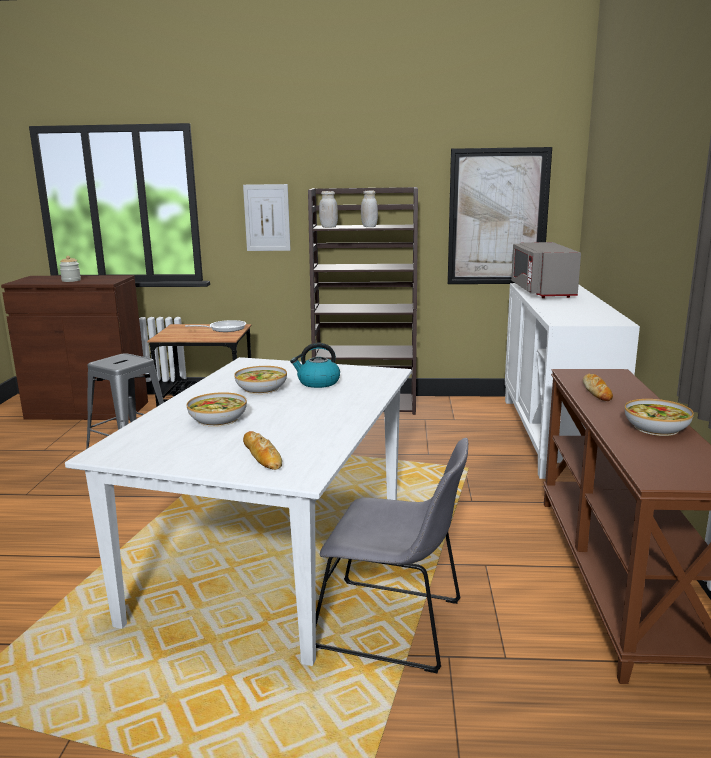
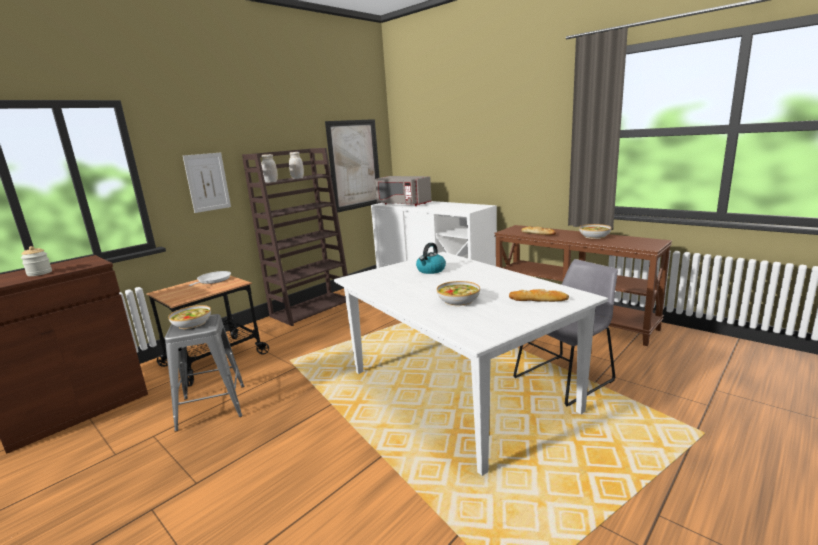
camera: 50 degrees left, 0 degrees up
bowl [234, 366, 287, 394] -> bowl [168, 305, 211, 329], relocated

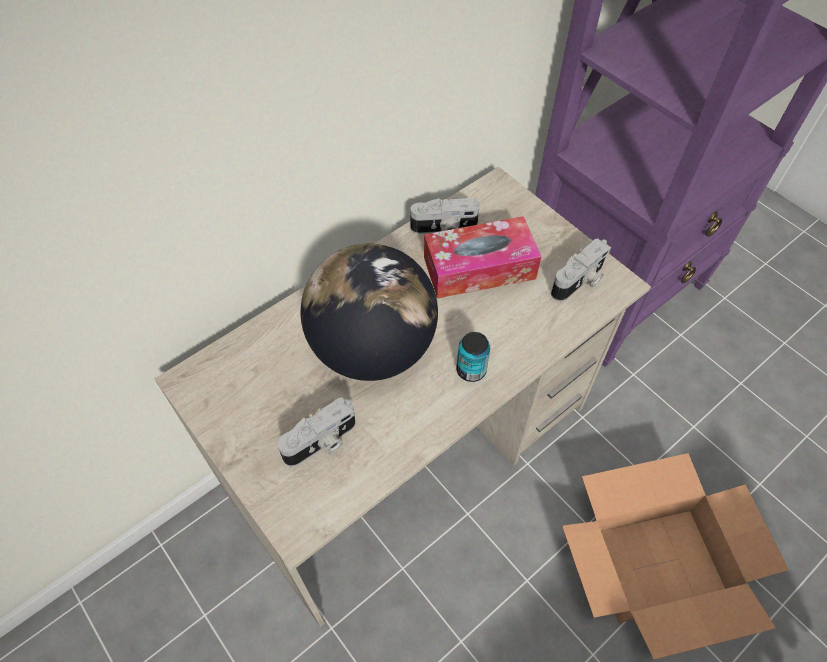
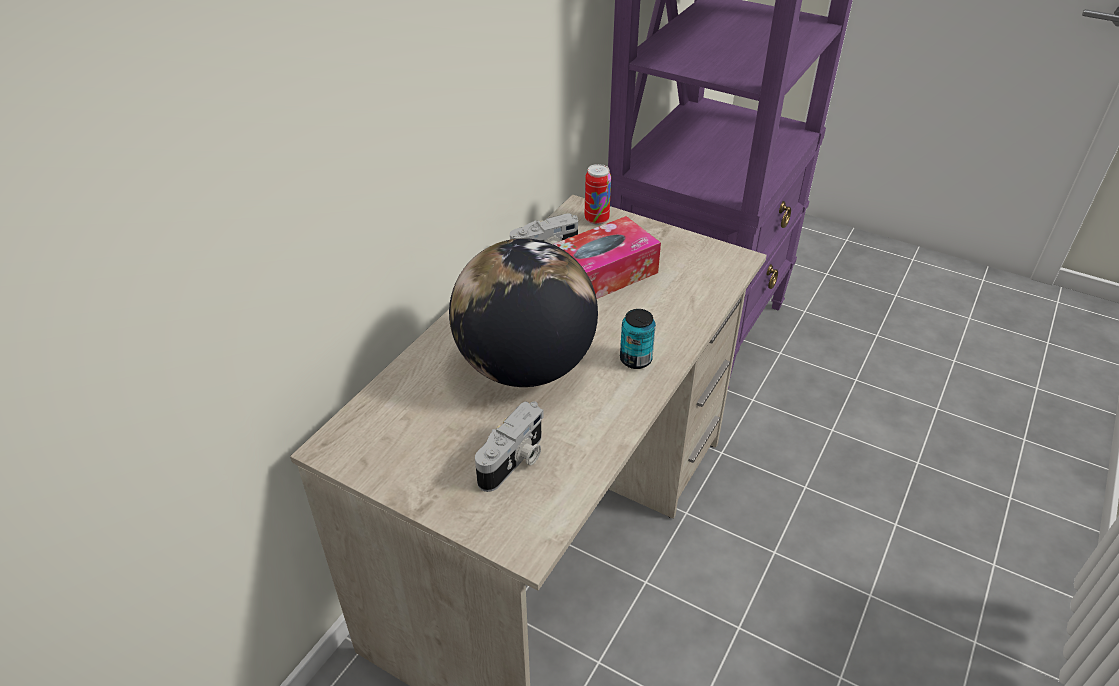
camera: 20 degrees left, 15 degrees down
none -> can [584, 164, 611, 225]
photo camera [551, 238, 611, 301] -> none
cardboard box [562, 453, 789, 659] -> none

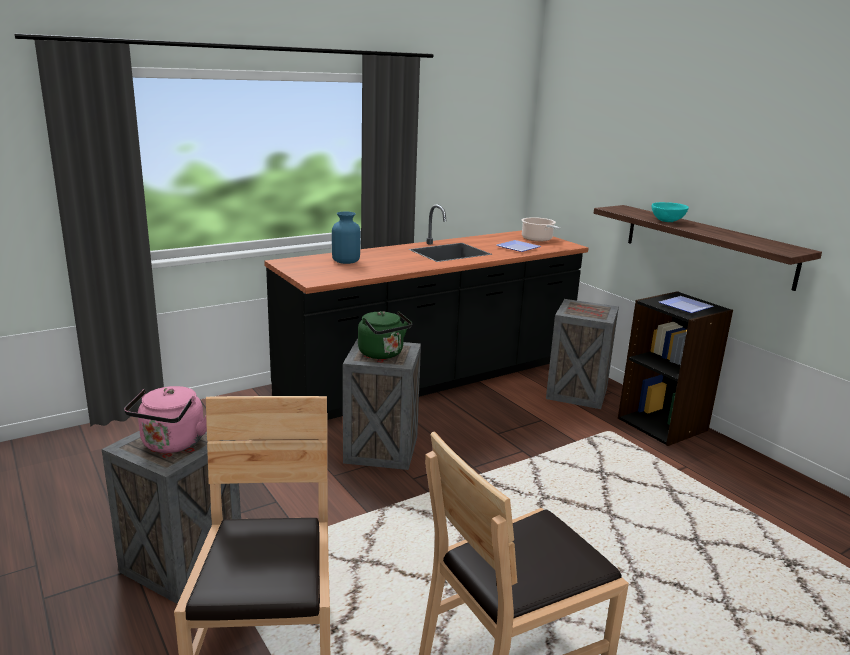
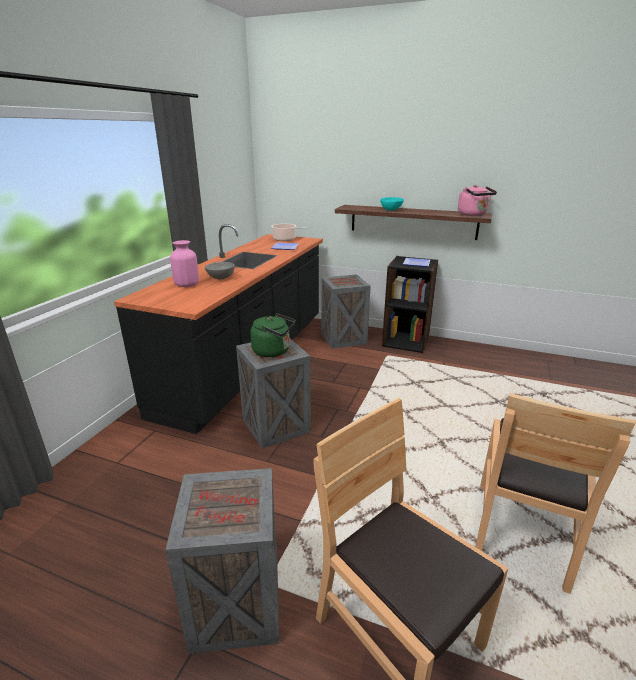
camera: 35 degrees left, 5 degrees up
blue vase [332, 212, 360, 264] -> pink vase [170, 240, 199, 287]
none -> grey bowl [205, 262, 235, 280]
pink kettle [124, 386, 207, 453] -> pink kettle [458, 185, 497, 216], relocated

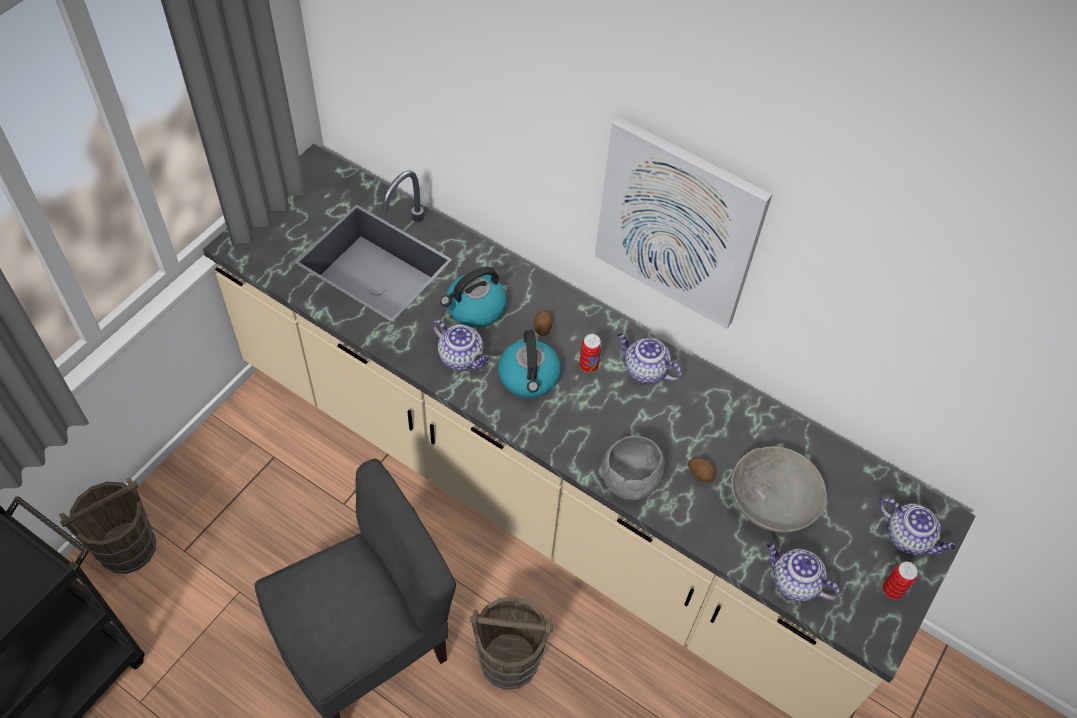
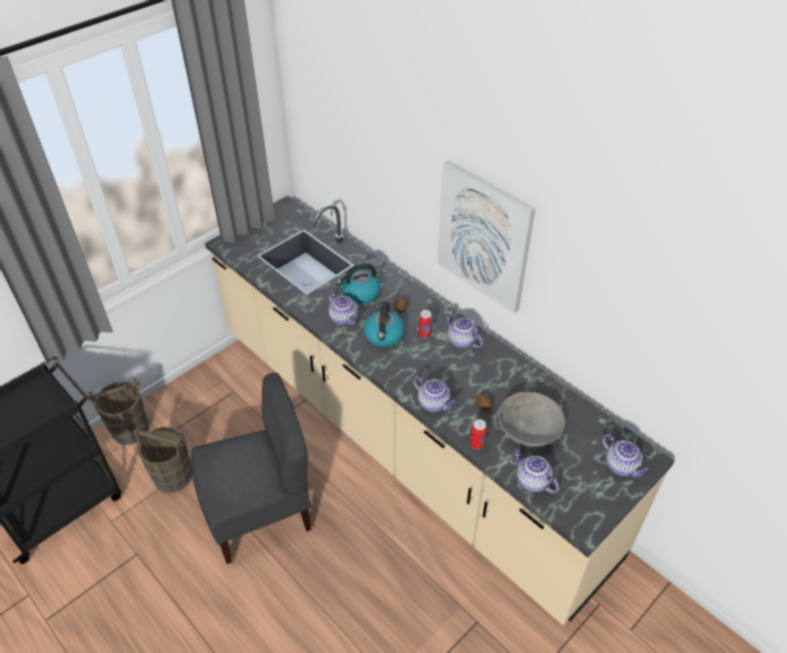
camera: 15 degrees right, 10 degrees down
brown bucket [470, 596, 553, 690] -> brown bucket [133, 425, 192, 493], relocated
grey bowl [598, 436, 665, 500] -> teapot [413, 376, 457, 413]
can [883, 562, 918, 599] -> can [470, 419, 487, 449], relocated

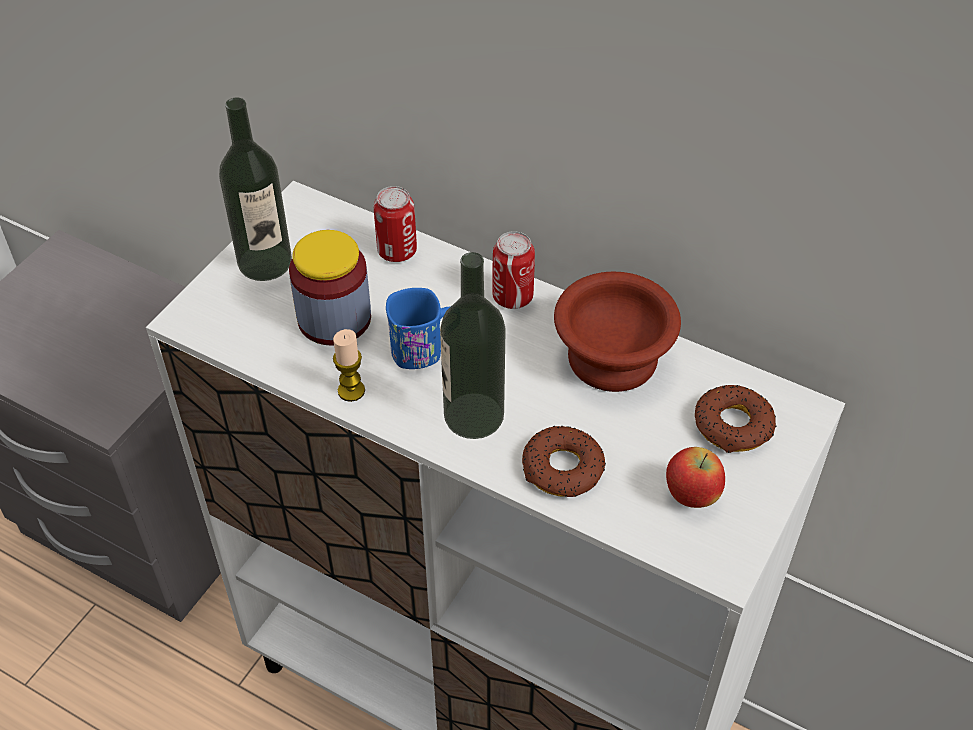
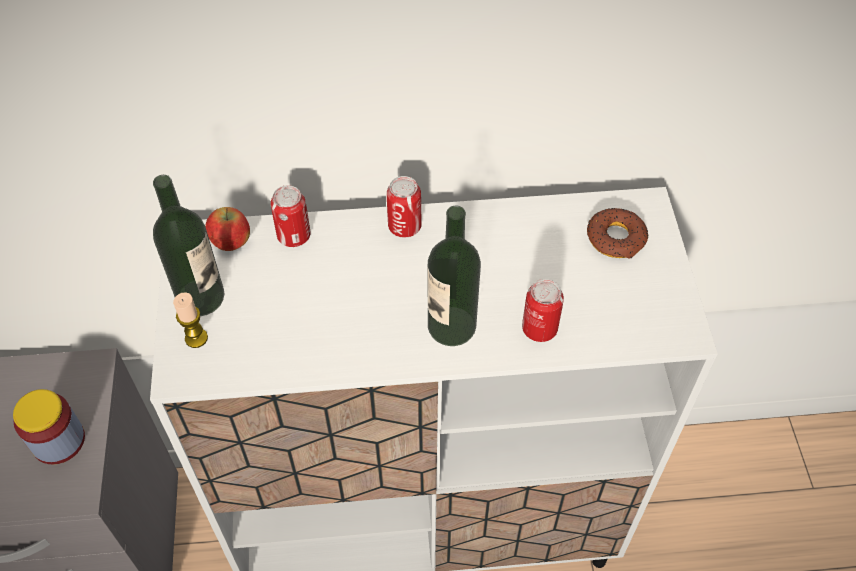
camera: 35 degrees left, 5 degrees up
jar [289, 230, 371, 346] -> jar [13, 389, 85, 464], relocated
candle [333, 329, 365, 402] -> candle [173, 292, 208, 348], relocated
apple [666, 447, 725, 508] -> apple [205, 207, 250, 251], relocated
donut [522, 425, 606, 497] -> can [522, 279, 564, 342]
blue mug [386, 288, 451, 369] -> none
brown bowl [554, 272, 681, 392] -> none

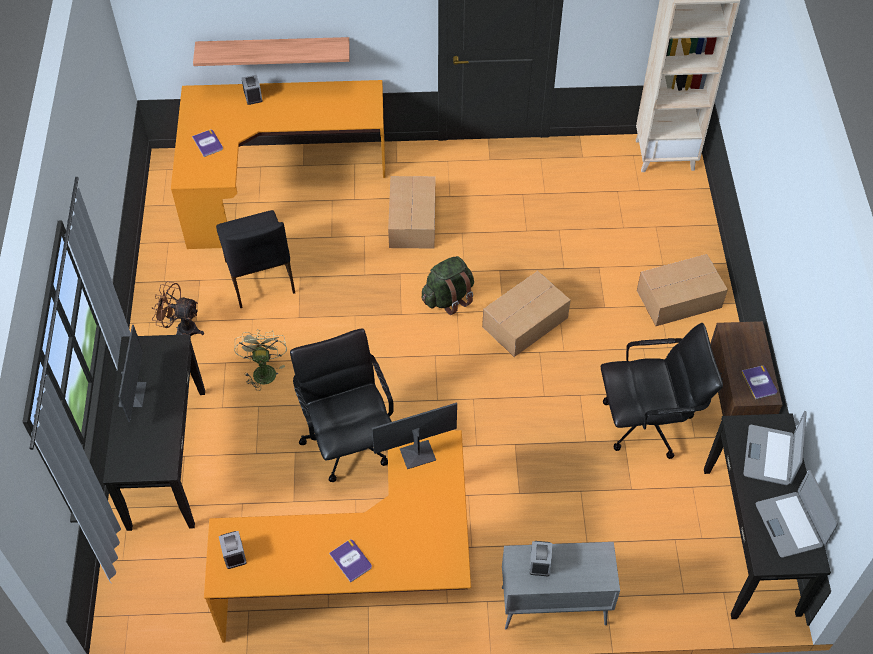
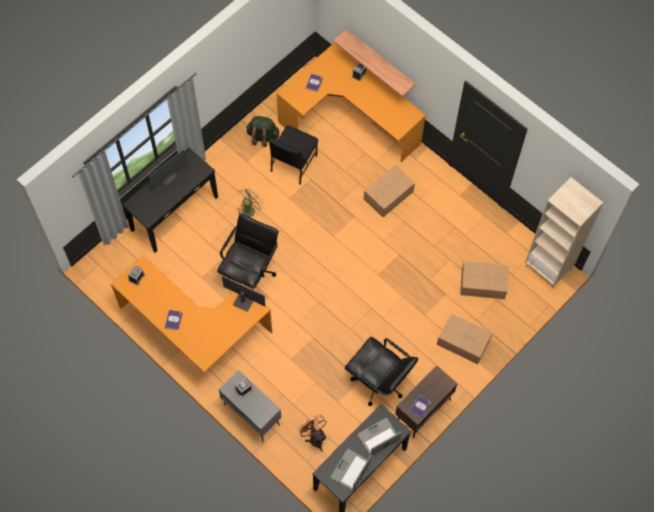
camera: 45 degrees right, 10 degrees up
green backpack [422, 256, 474, 315] -> green backpack [246, 116, 279, 147], relocated
brown fan [152, 281, 204, 336] -> brown fan [298, 416, 327, 451], relocated
cardboard box [482, 271, 571, 357] -> cardboard box [460, 261, 509, 299], relocated

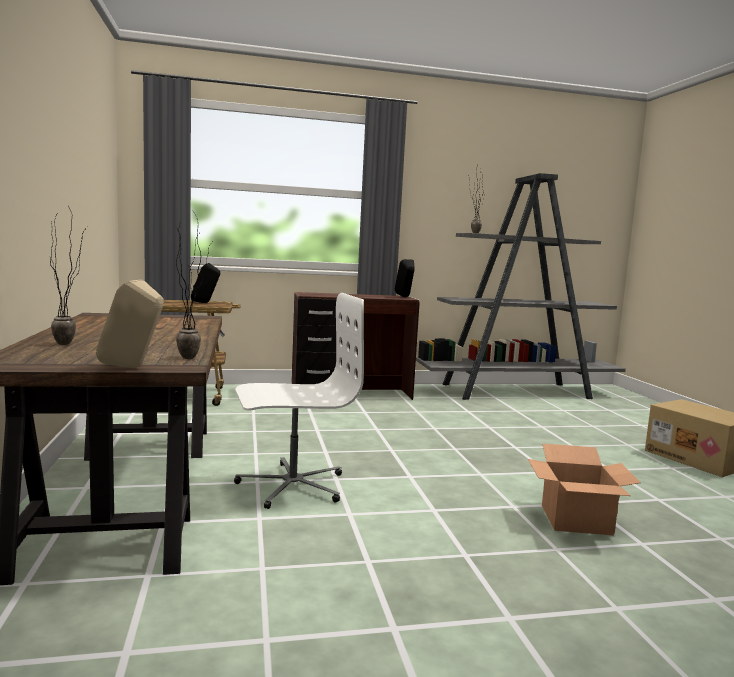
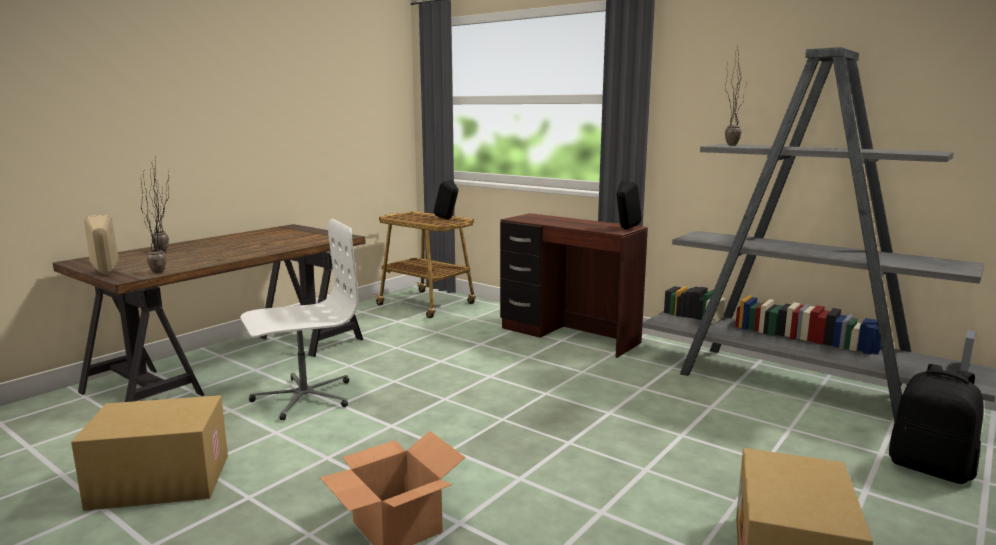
camera: 50 degrees right, 5 degrees up
none -> cardboard box [71, 395, 228, 511]
white office chair [234, 293, 364, 509] -> white office chair [240, 219, 359, 421], 60 degrees counterclockwise
none -> black backpack [889, 364, 984, 484]

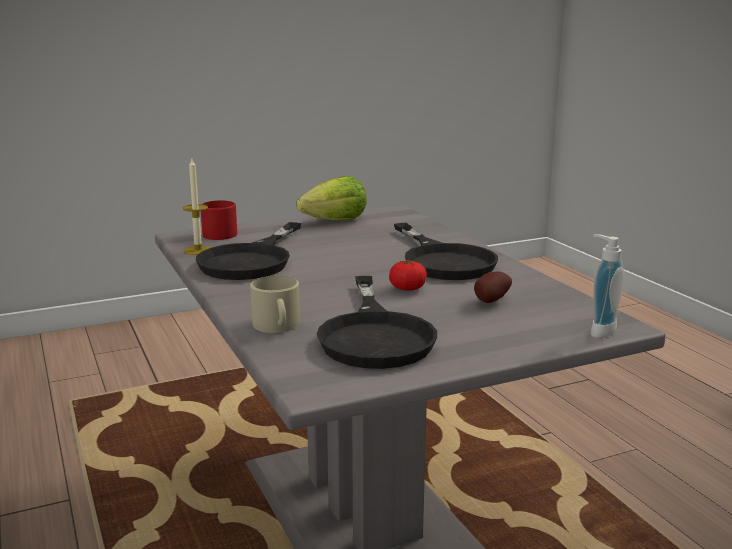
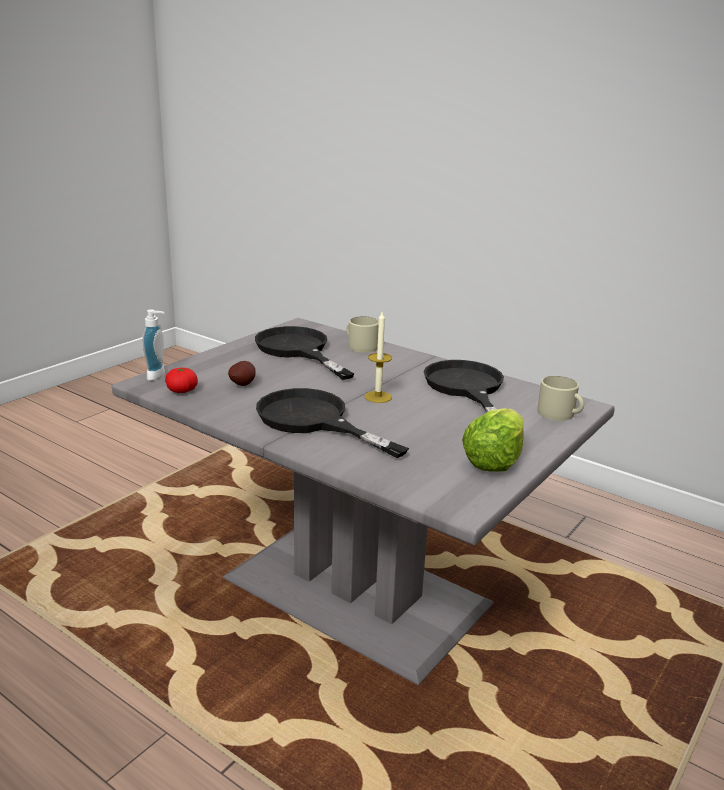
camera: 150 degrees right, 5 degrees up
tomato [389, 261, 427, 291] -> tomato [165, 368, 198, 393], relocated
candle [183, 159, 212, 255] -> candle [365, 312, 392, 403], relocated
red mug [201, 201, 237, 240] -> beige mug [537, 376, 584, 421]

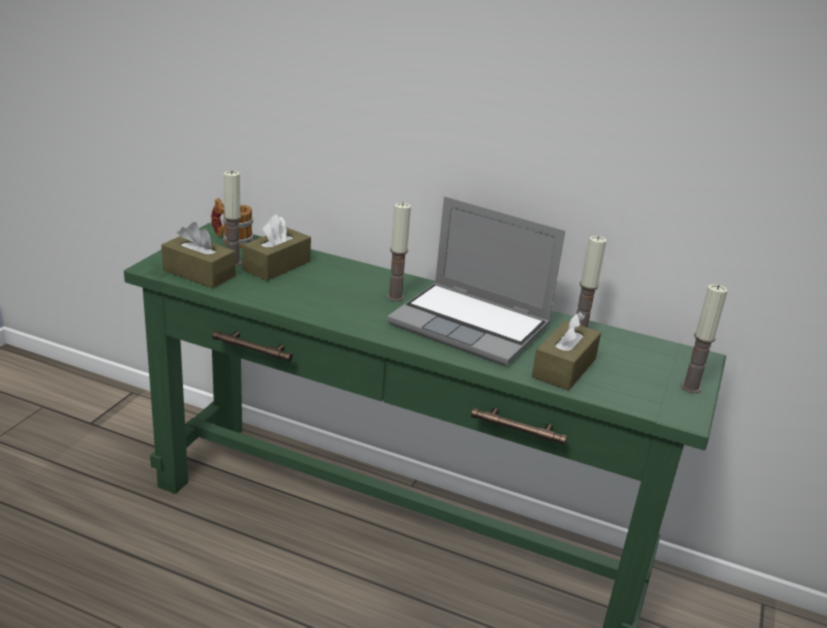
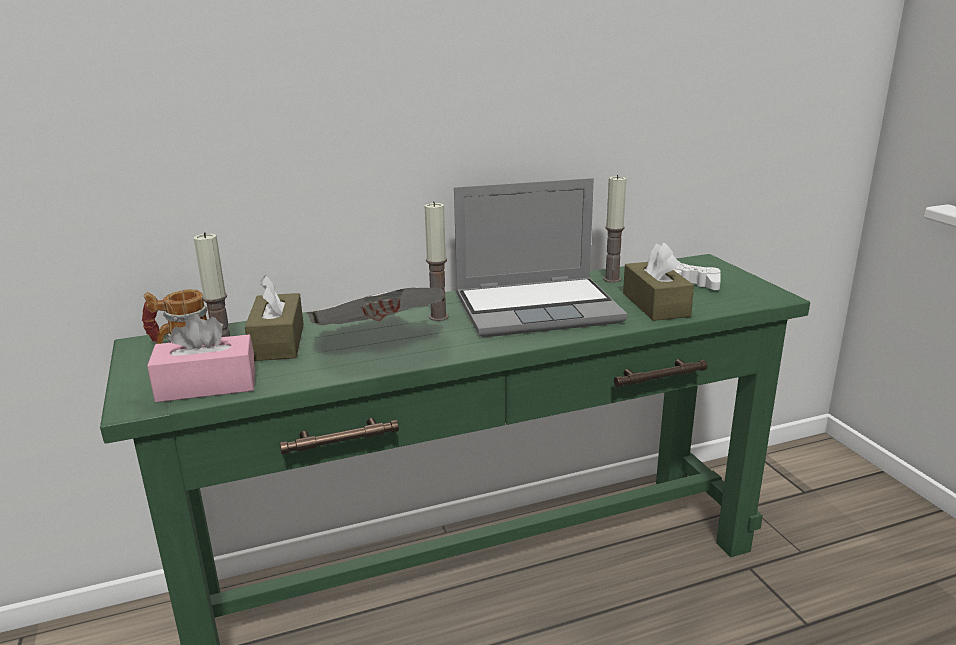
camera: 40 degrees left, 5 degrees down
brown tissue box [161, 222, 236, 289] -> pink tissue box [147, 313, 255, 402]
none -> newspaper [307, 288, 446, 325]
none -> white game controller [674, 263, 721, 290]
candle [681, 284, 728, 393] -> none

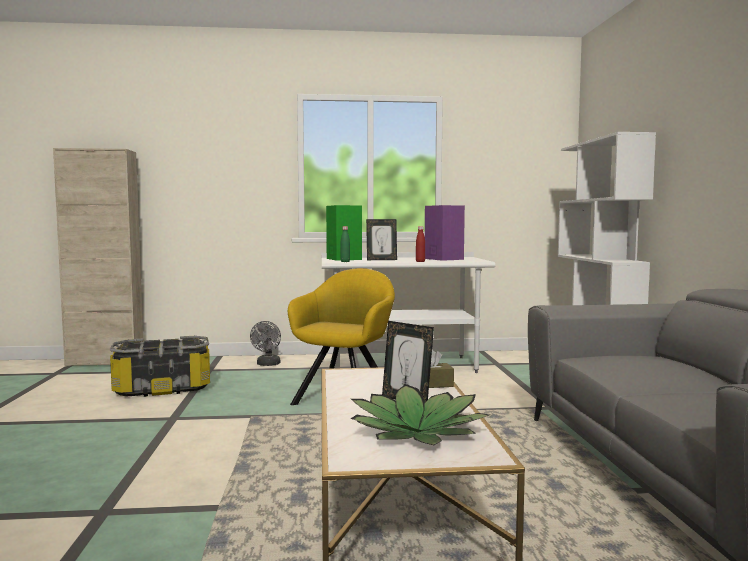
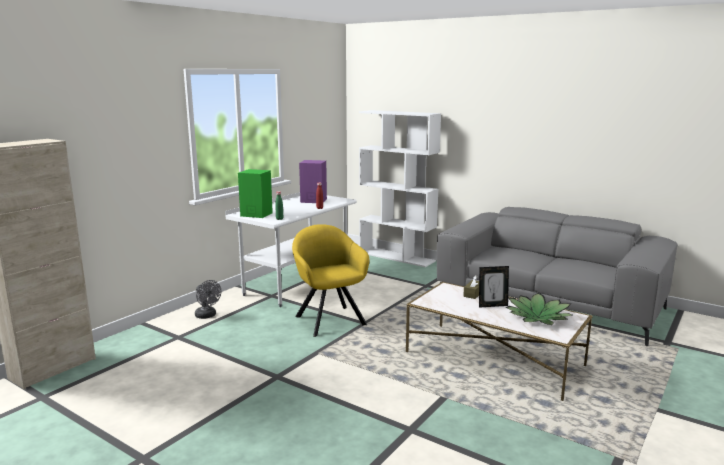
camera: 50 degrees left, 10 degrees up
storage box [110, 336, 210, 397] -> none
picture frame [366, 219, 397, 260] -> none

